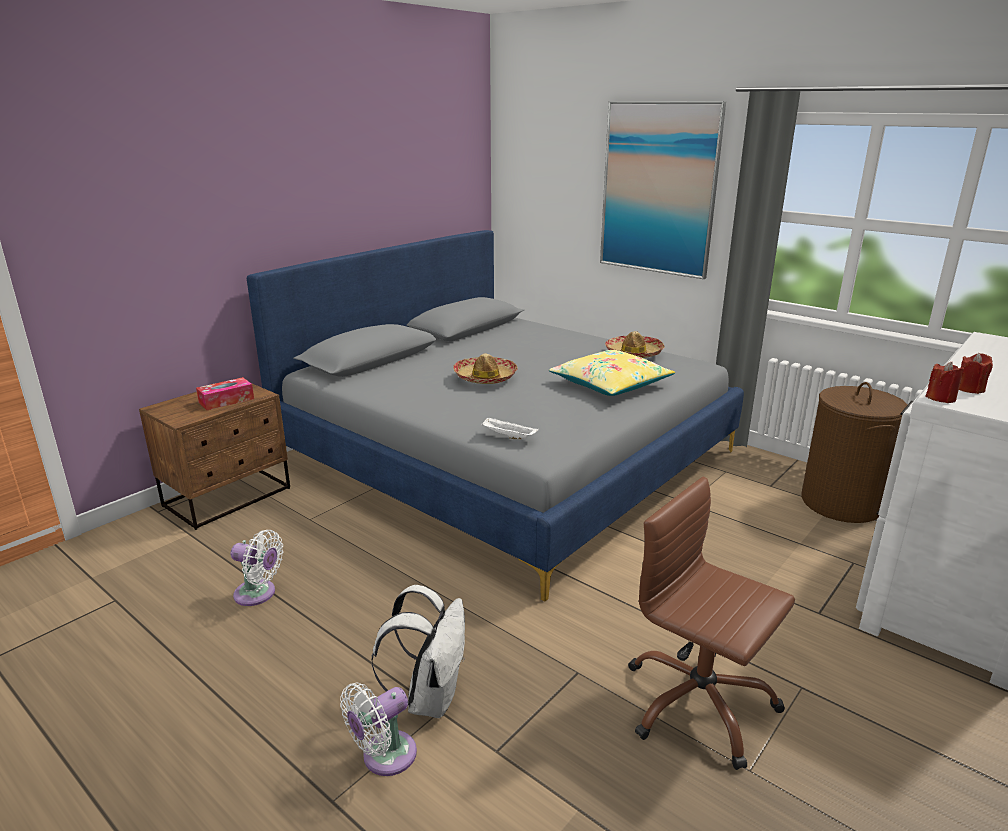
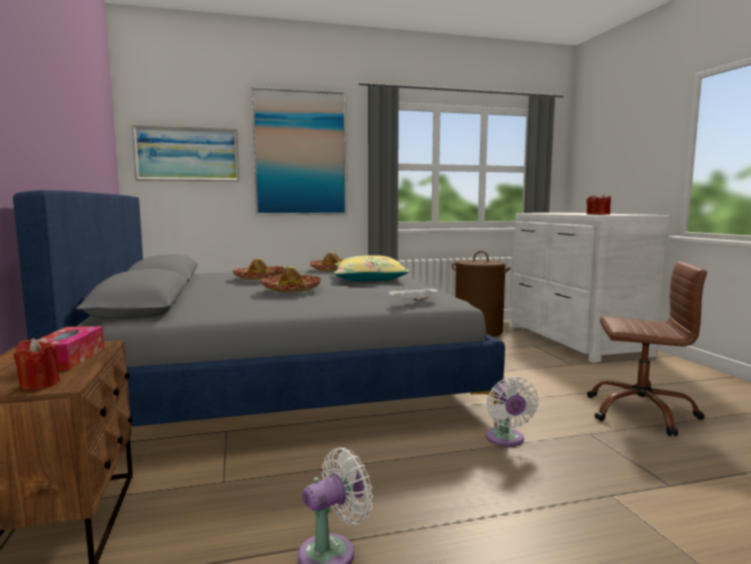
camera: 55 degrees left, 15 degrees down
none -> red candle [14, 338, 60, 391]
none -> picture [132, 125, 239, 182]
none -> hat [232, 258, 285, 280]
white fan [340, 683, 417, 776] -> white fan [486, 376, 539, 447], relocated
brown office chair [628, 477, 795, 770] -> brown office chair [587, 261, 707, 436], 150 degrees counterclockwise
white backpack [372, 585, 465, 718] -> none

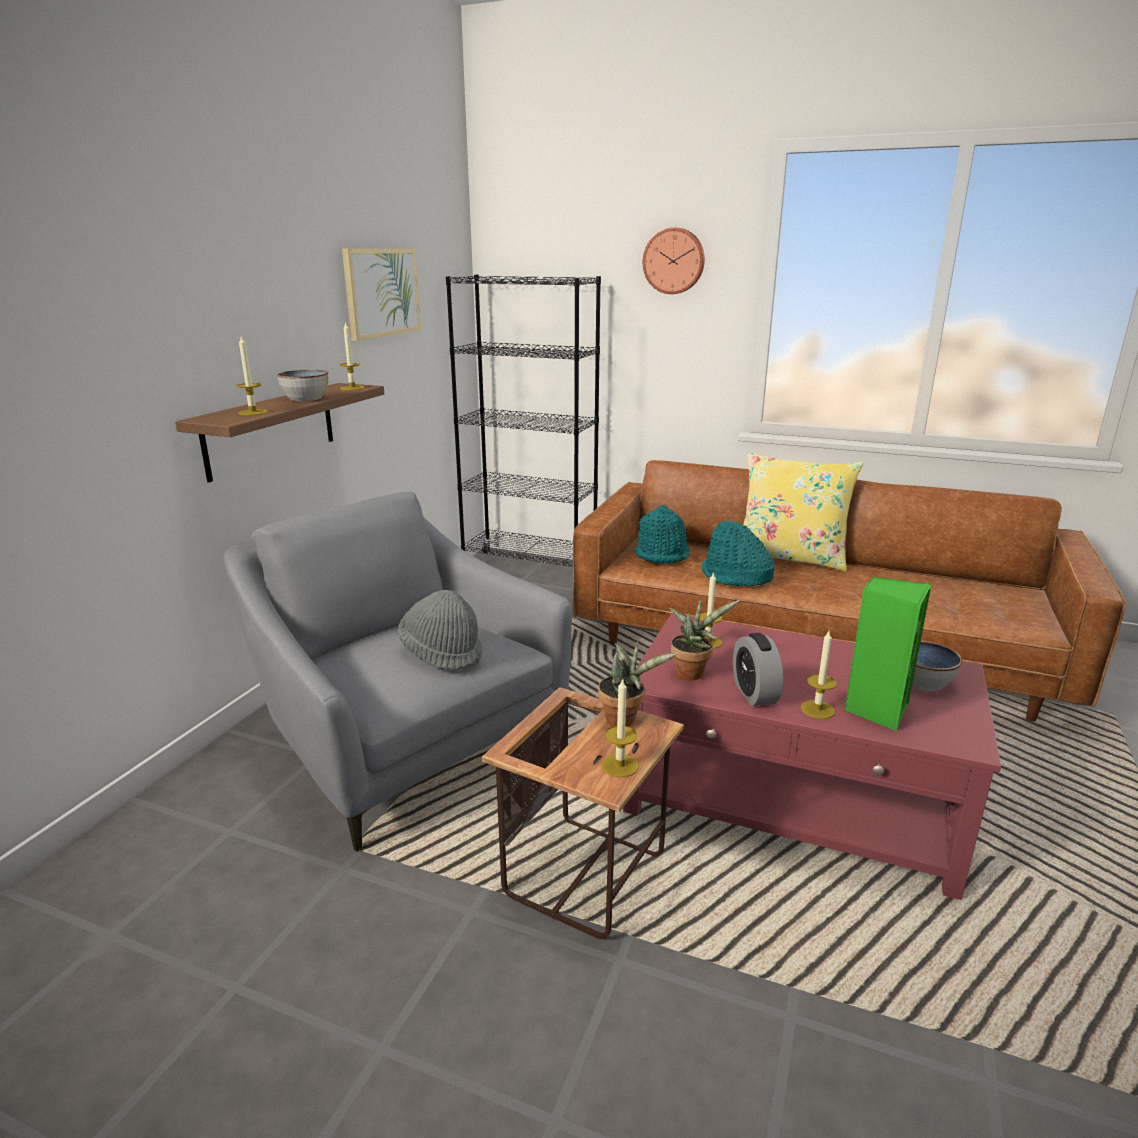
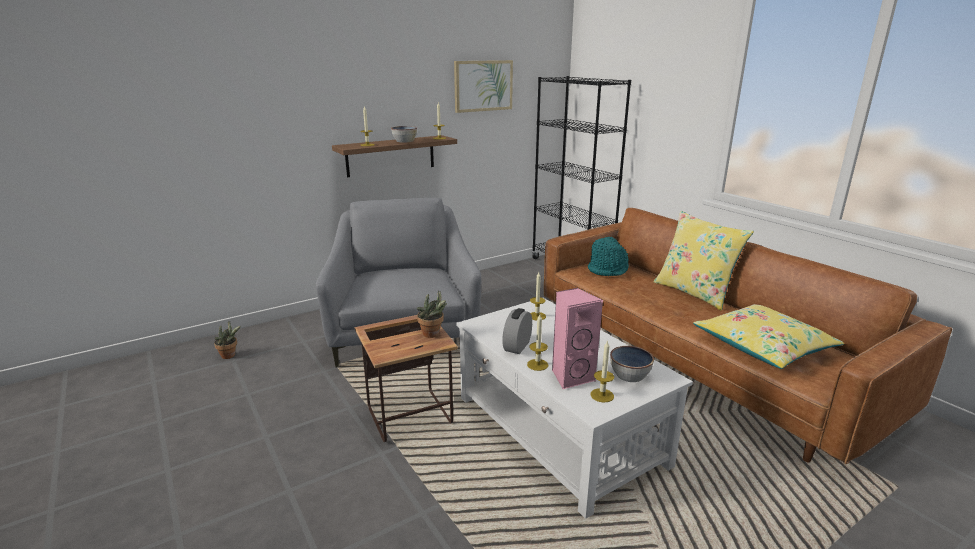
camera: 35 degrees right, 0 degrees up
potted plant [669, 599, 740, 681] -> potted plant [214, 321, 241, 359], relocated
red coffee table [623, 613, 1001, 900] -> white coffee table [456, 298, 693, 519]
green speaker [845, 577, 931, 731] -> pink speaker [552, 288, 603, 389]
candle [602, 678, 639, 777] -> candle [590, 340, 614, 403], relocated
none -> yellow pillow [693, 304, 844, 369]
grey hat [398, 590, 483, 670] -> none
wall clock [643, 228, 705, 294] -> none
turquoise hat [702, 520, 775, 586] -> none

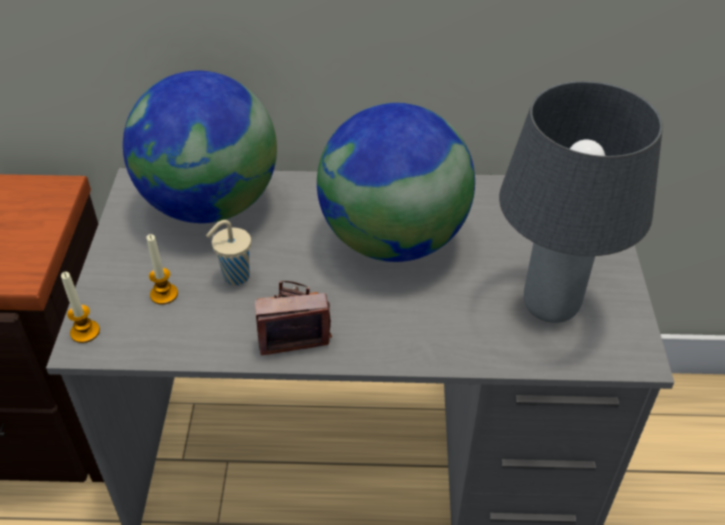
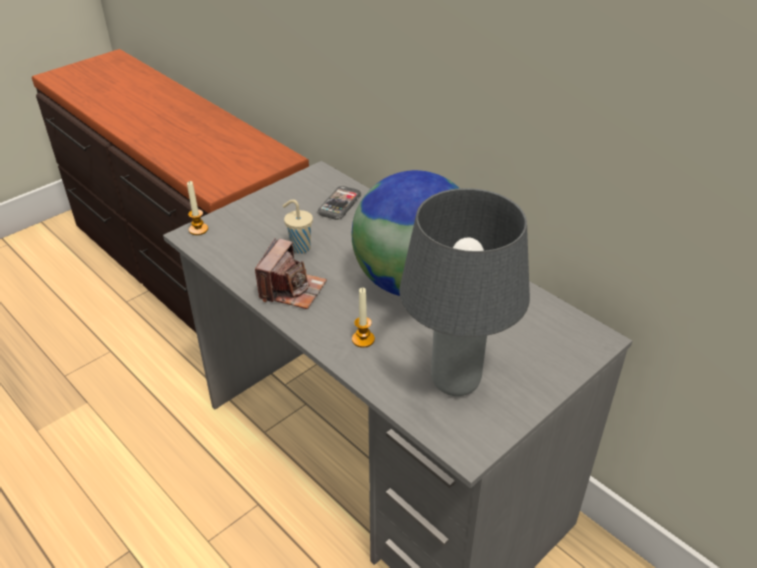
camera: 45 degrees right, 5 degrees down
photo camera [255, 280, 332, 355] -> photo camera [255, 238, 327, 309], 75 degrees clockwise
globe [123, 71, 277, 223] -> phone [317, 186, 361, 220]
candle [146, 234, 178, 305] -> candle [352, 287, 375, 348], relocated

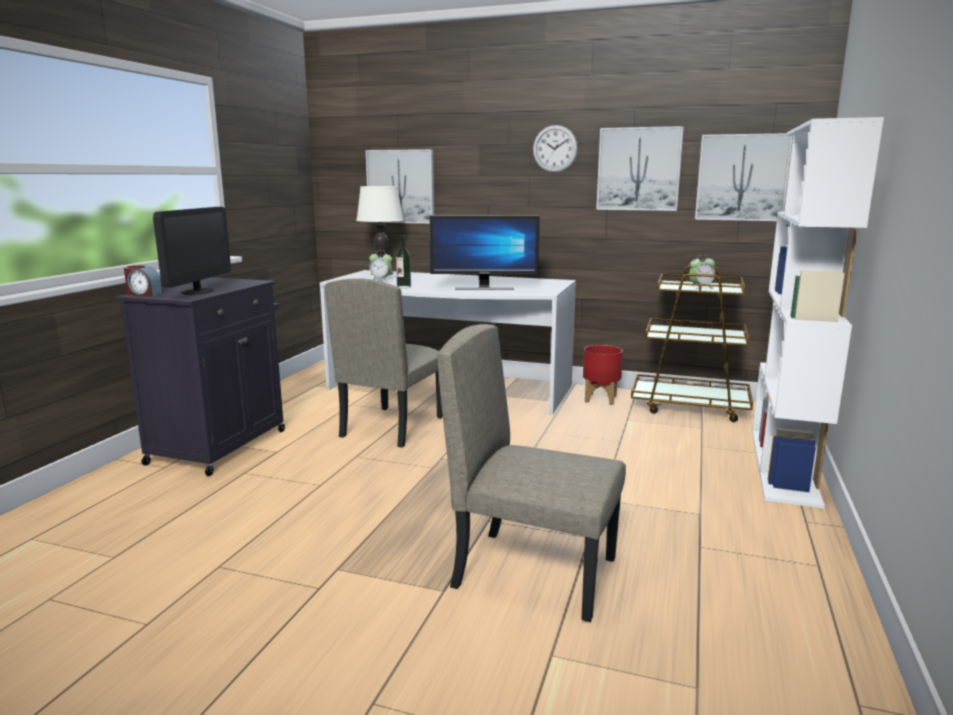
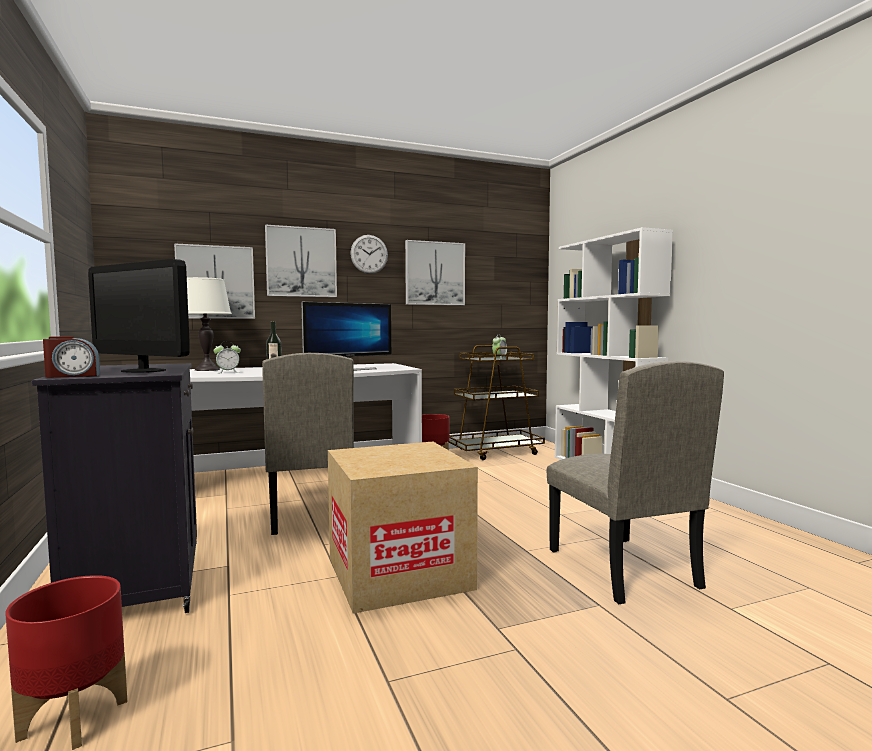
camera: 40 degrees left, 10 degrees down
none -> red planter [5, 575, 127, 750]
monitor [153, 207, 231, 295] -> monitor [88, 259, 190, 373], 150 degrees clockwise
picture [695, 133, 793, 221] -> picture [265, 225, 337, 297], relocated
none -> cardboard box [328, 442, 478, 614]
beige chair [437, 324, 626, 622] -> beige chair [547, 361, 724, 604], 90 degrees counterclockwise

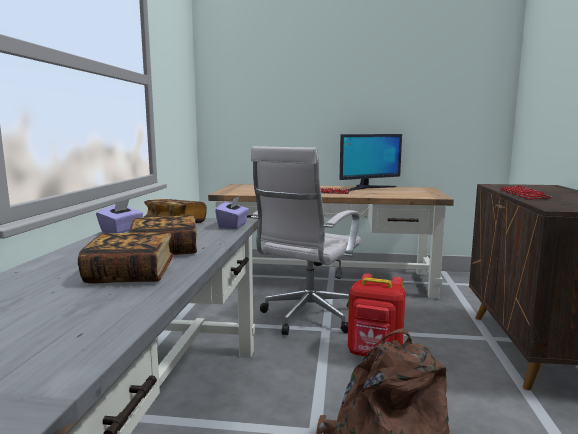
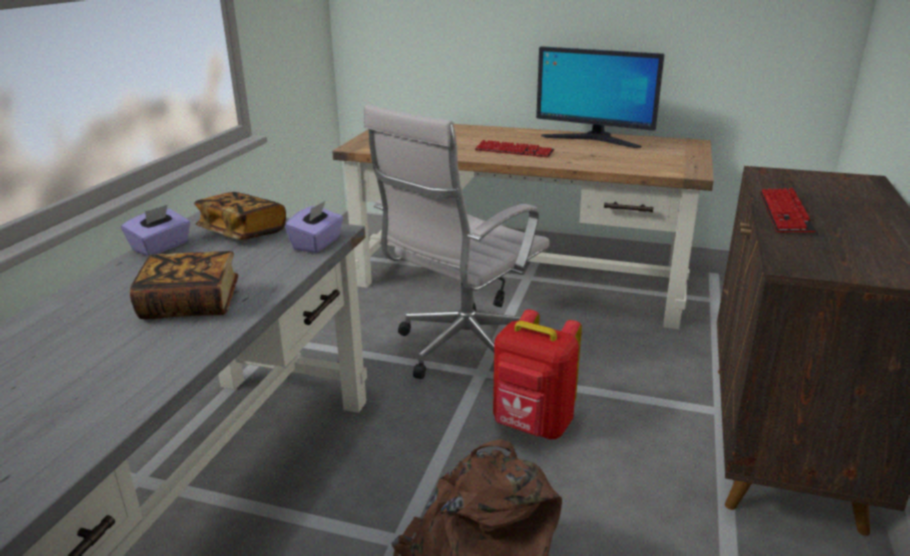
camera: 10 degrees right, 15 degrees up
monitor [340, 134, 402, 191] -> monitor [536, 46, 664, 148], 45 degrees clockwise
book [78, 232, 174, 284] -> none

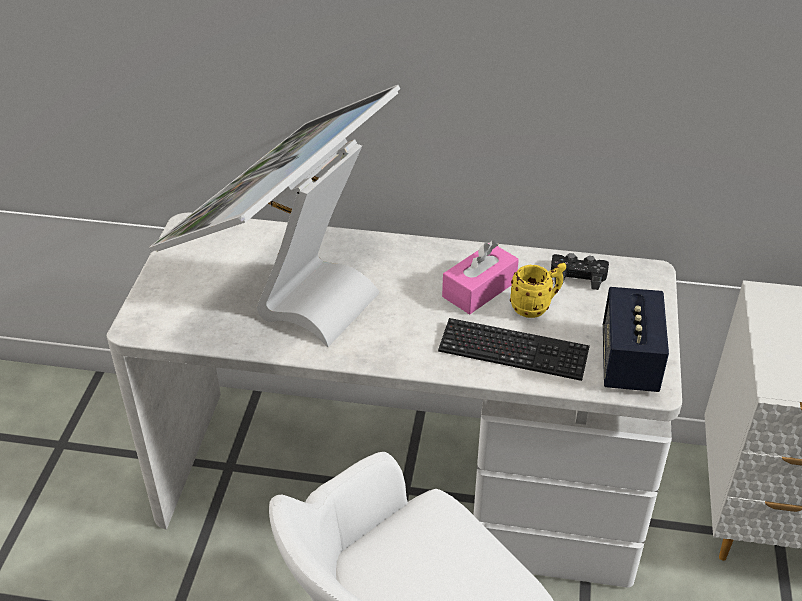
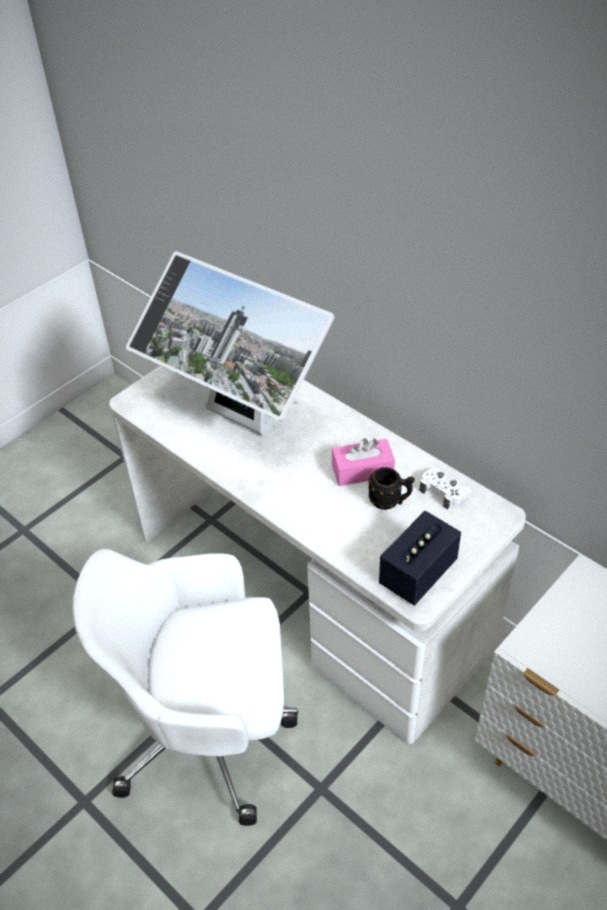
camera: 35 degrees right, 5 degrees up
monitor [149, 85, 400, 347] -> monitor [126, 251, 335, 436], 120 degrees counterclockwise
yellow mug [510, 263, 566, 318] -> black mug [368, 467, 415, 510]
black game controller [551, 253, 609, 290] -> white game controller [419, 468, 471, 509]
keyboard [438, 318, 590, 381] -> none

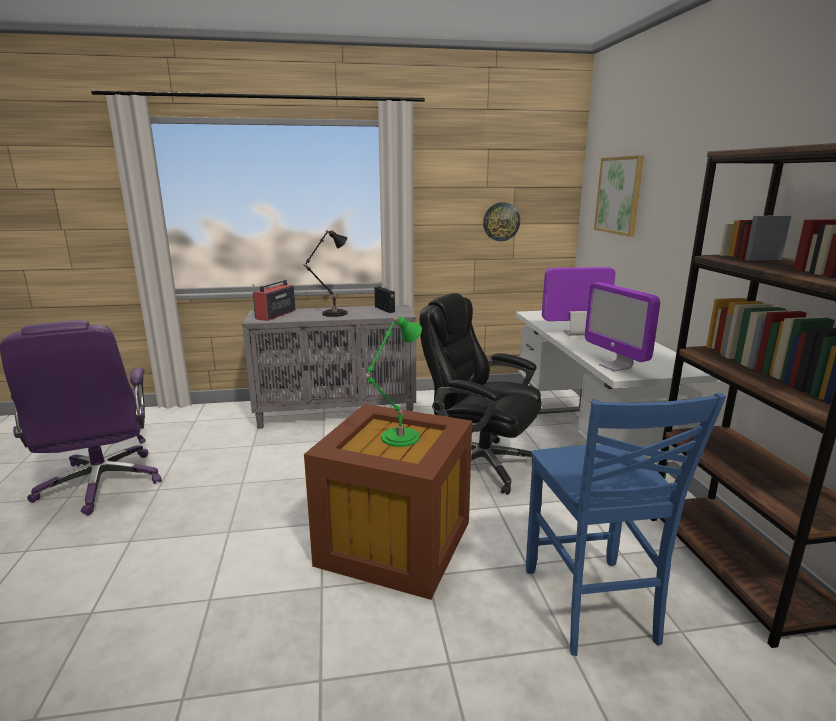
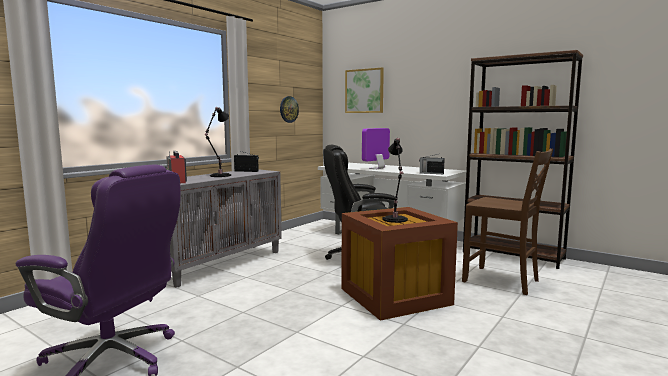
camera: 45 degrees left, 10 degrees down
green table lamp [365, 317, 422, 447] -> black table lamp [383, 138, 408, 223]
monitor [585, 282, 660, 371] -> radio [419, 154, 445, 174]
blue chair [526, 393, 726, 656] -> brown chair [462, 148, 553, 295]

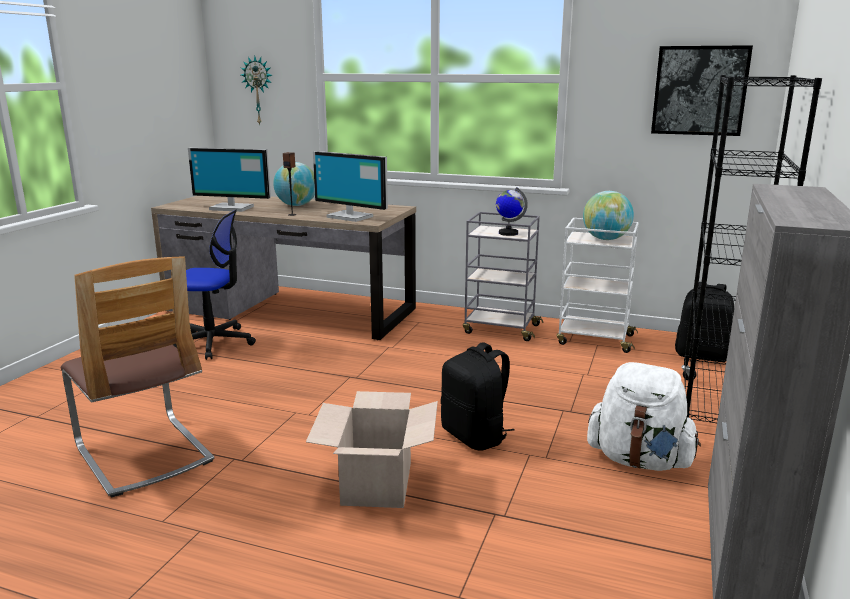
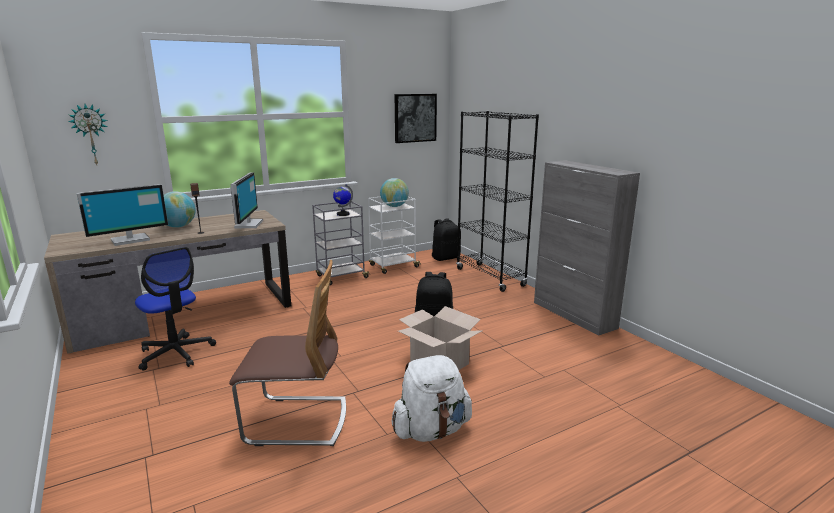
camera: 50 degrees left, 0 degrees up
office chair [173, 209, 256, 360] -> office chair [135, 247, 216, 371], 90 degrees clockwise
monitor [313, 151, 388, 222] -> monitor [230, 172, 263, 228], 75 degrees counterclockwise
white backpack [587, 362, 701, 471] -> white backpack [391, 355, 472, 442], relocated

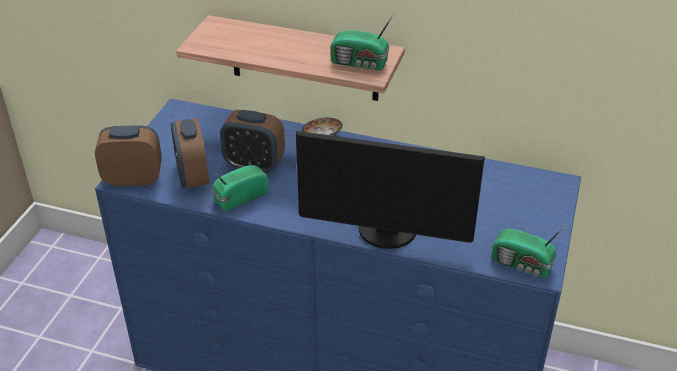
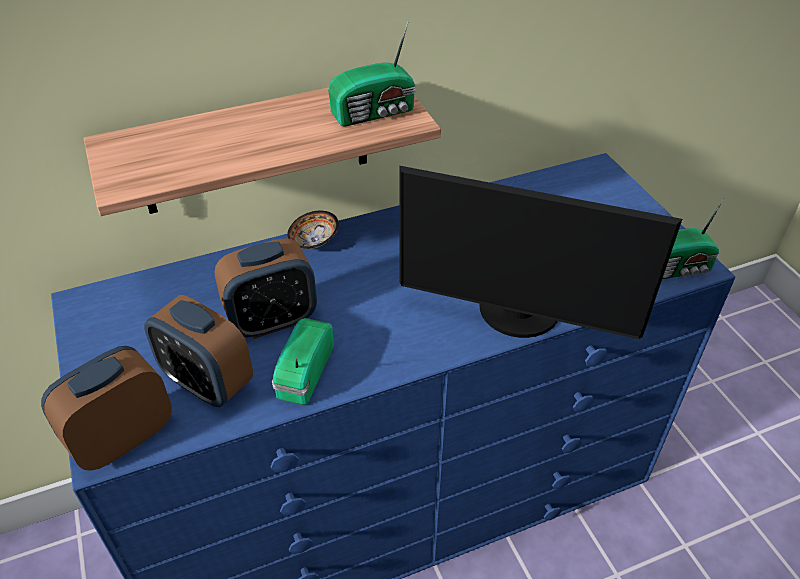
camera: 40 degrees left, 5 degrees up
monitor [296, 131, 485, 249] -> monitor [400, 166, 682, 339], 45 degrees clockwise

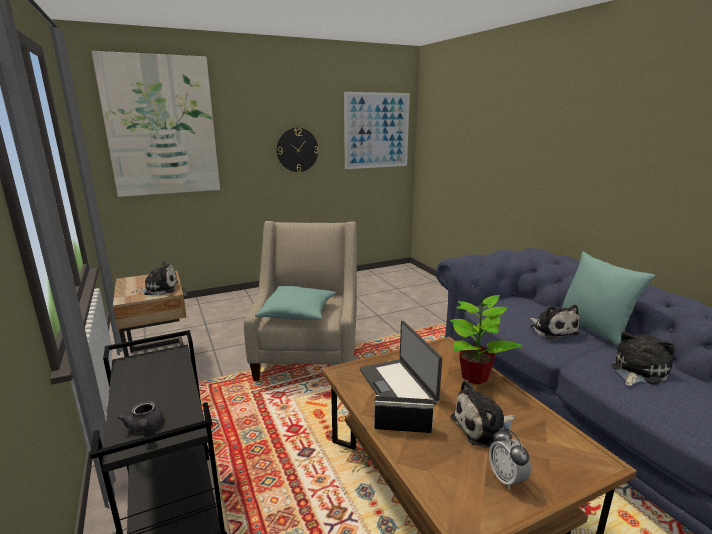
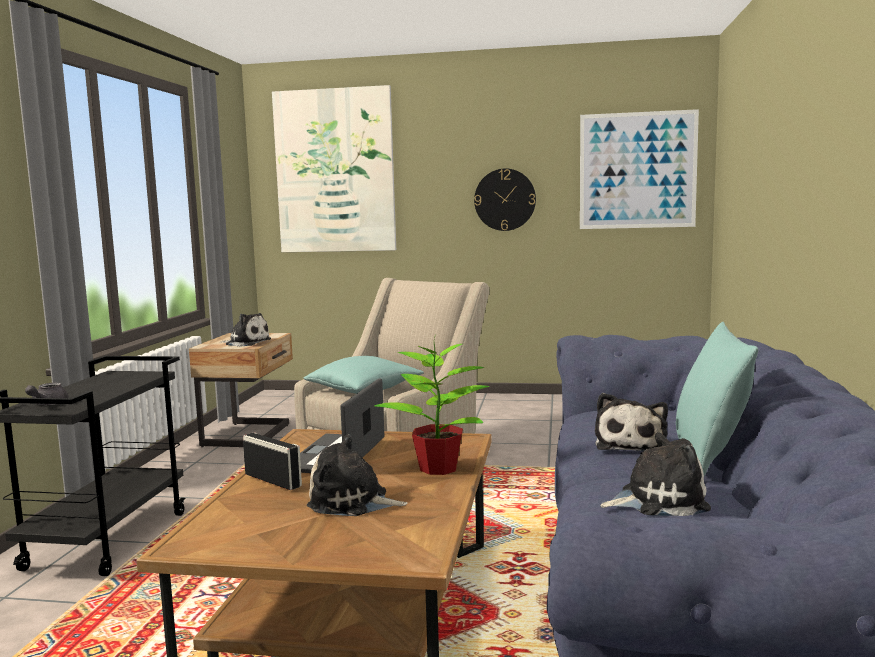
camera: 35 degrees right, 10 degrees down
alarm clock [489, 428, 531, 490] -> none

